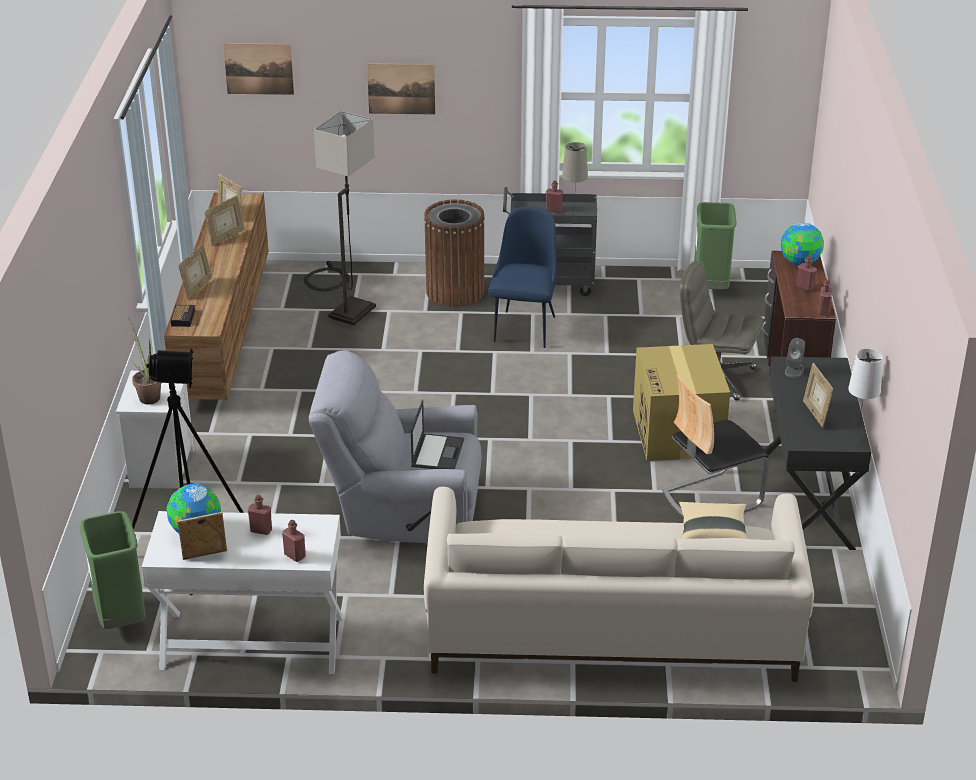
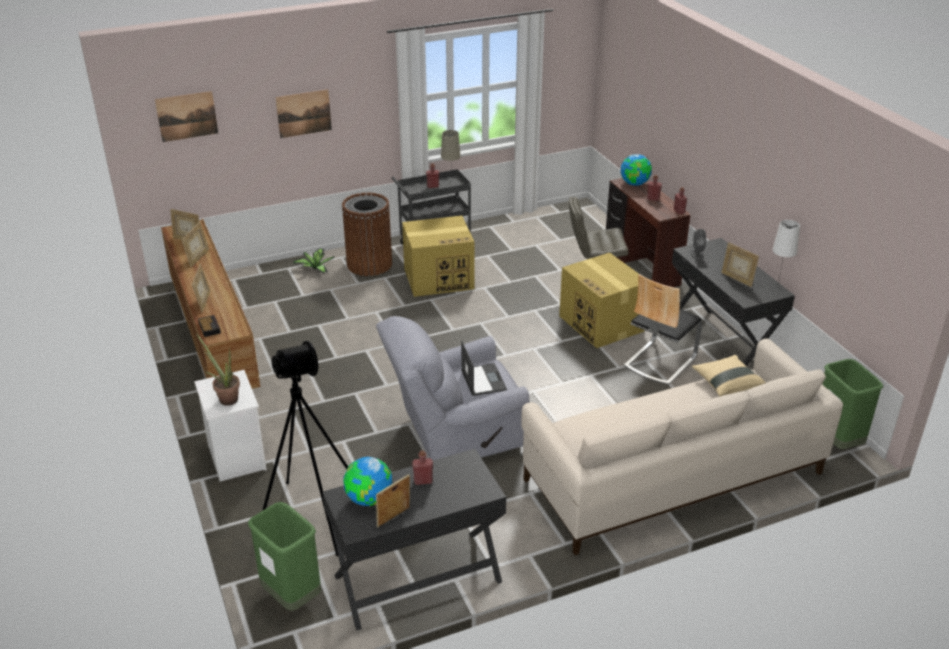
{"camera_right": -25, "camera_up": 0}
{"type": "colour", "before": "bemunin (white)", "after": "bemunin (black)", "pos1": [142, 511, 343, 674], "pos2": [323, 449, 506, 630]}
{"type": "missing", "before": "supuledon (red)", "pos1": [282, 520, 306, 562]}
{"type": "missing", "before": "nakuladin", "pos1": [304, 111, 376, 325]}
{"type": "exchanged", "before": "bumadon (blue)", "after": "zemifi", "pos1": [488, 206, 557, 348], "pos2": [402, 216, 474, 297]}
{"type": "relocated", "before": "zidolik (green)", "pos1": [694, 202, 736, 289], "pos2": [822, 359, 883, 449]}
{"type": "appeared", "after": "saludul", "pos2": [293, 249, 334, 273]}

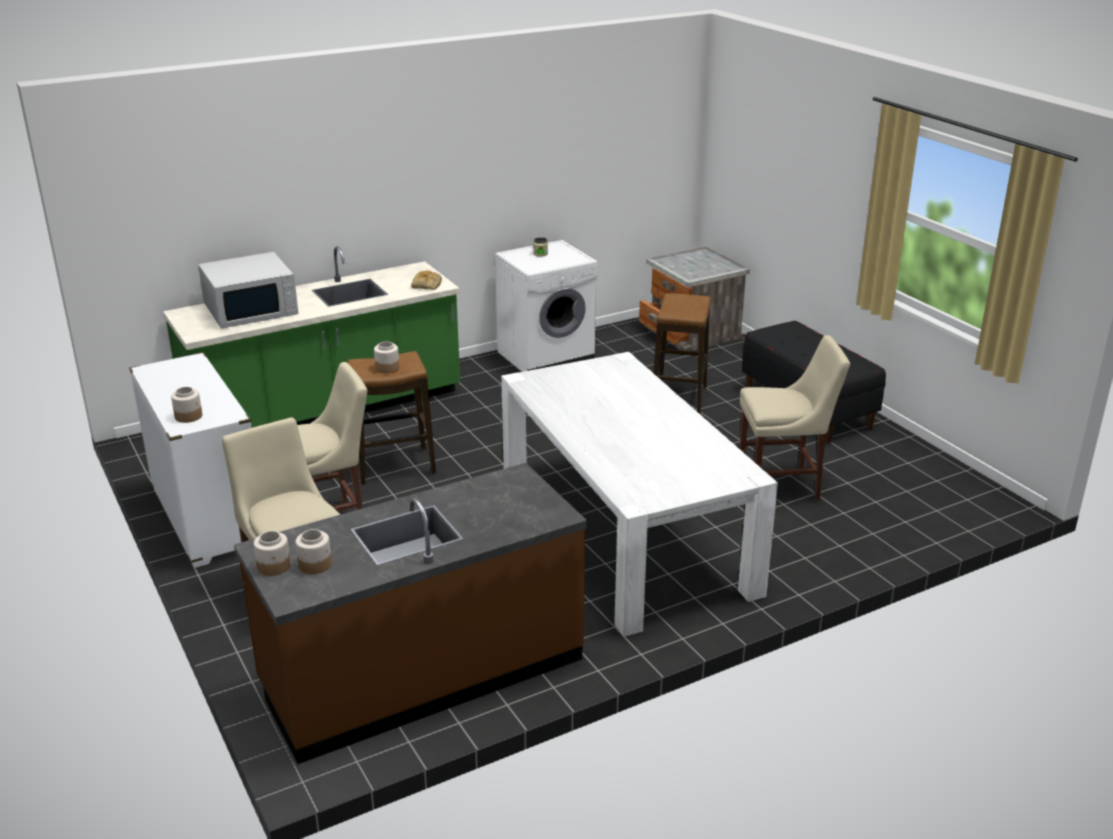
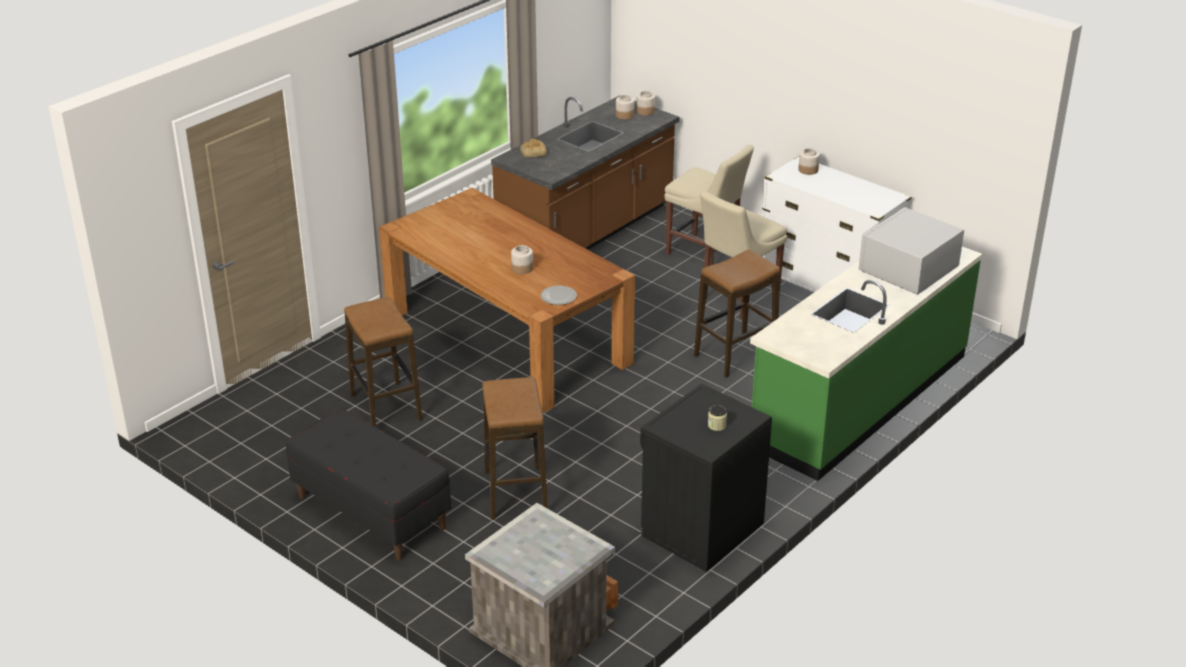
{"camera_right": 160, "camera_up": 5}
{"type": "relocated", "before": "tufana", "pos1": [374, 341, 399, 373], "pos2": [511, 245, 533, 274]}
{"type": "relocated", "before": "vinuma", "pos1": [411, 270, 442, 290], "pos2": [520, 139, 547, 158]}
{"type": "colour", "before": "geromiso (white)", "after": "geromiso (black)", "pos1": [495, 240, 598, 372], "pos2": [640, 384, 772, 572]}
{"type": "colour", "before": "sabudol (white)", "after": "sabudol (brown)", "pos1": [501, 352, 778, 637], "pos2": [379, 188, 635, 413]}
{"type": "exchanged", "before": "bumadon (beige)", "after": "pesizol", "pos1": [740, 335, 850, 501], "pos2": [344, 297, 422, 427]}
{"type": "appeared", "after": "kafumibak", "pos2": [541, 286, 577, 305]}

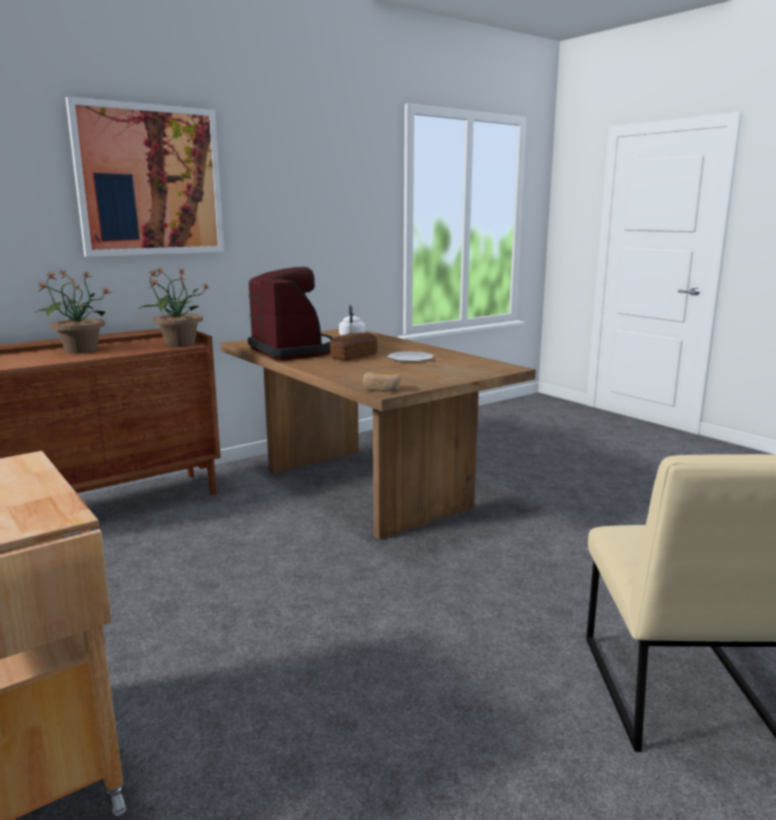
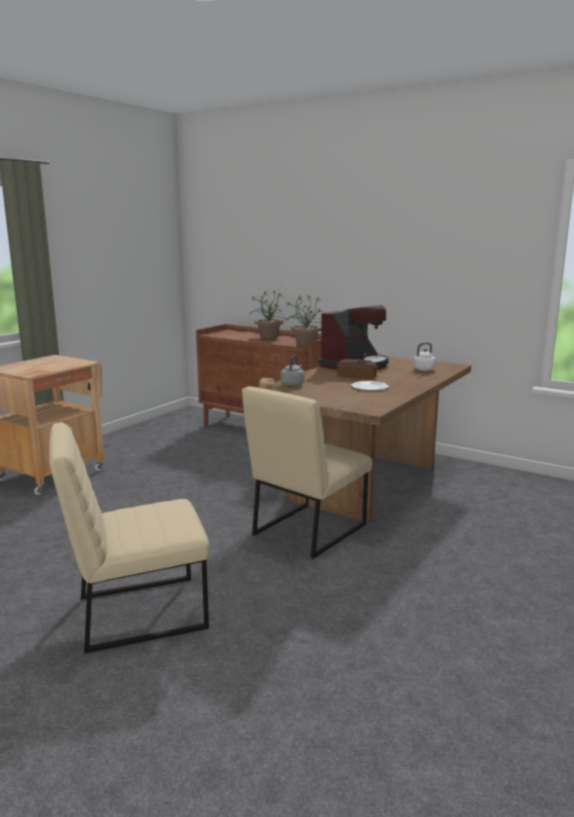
{"camera_right": 70, "camera_up": 0}
{"type": "missing", "before": "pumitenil", "pos1": [66, 97, 224, 257]}
{"type": "appeared", "after": "bumadon (beige)", "pos2": [242, 387, 372, 559]}
{"type": "appeared", "after": "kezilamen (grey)", "pos2": [280, 355, 305, 386]}

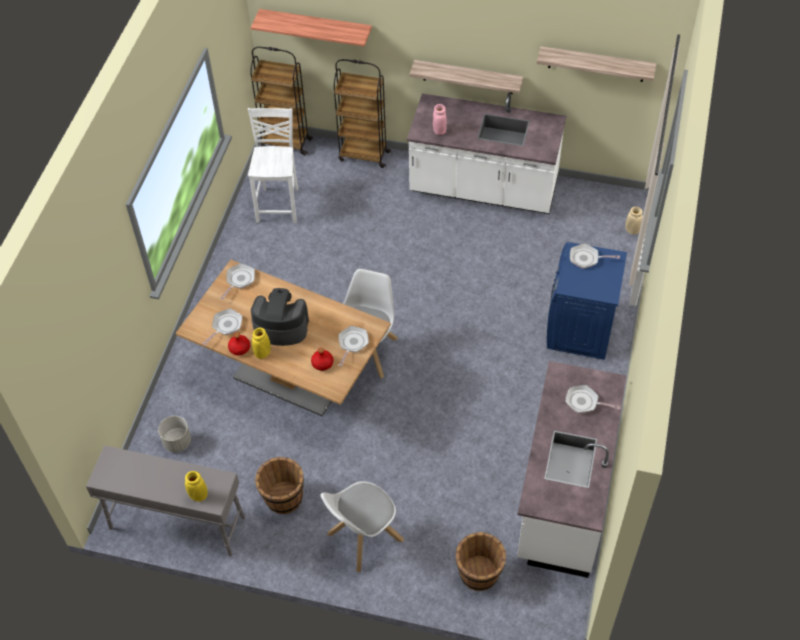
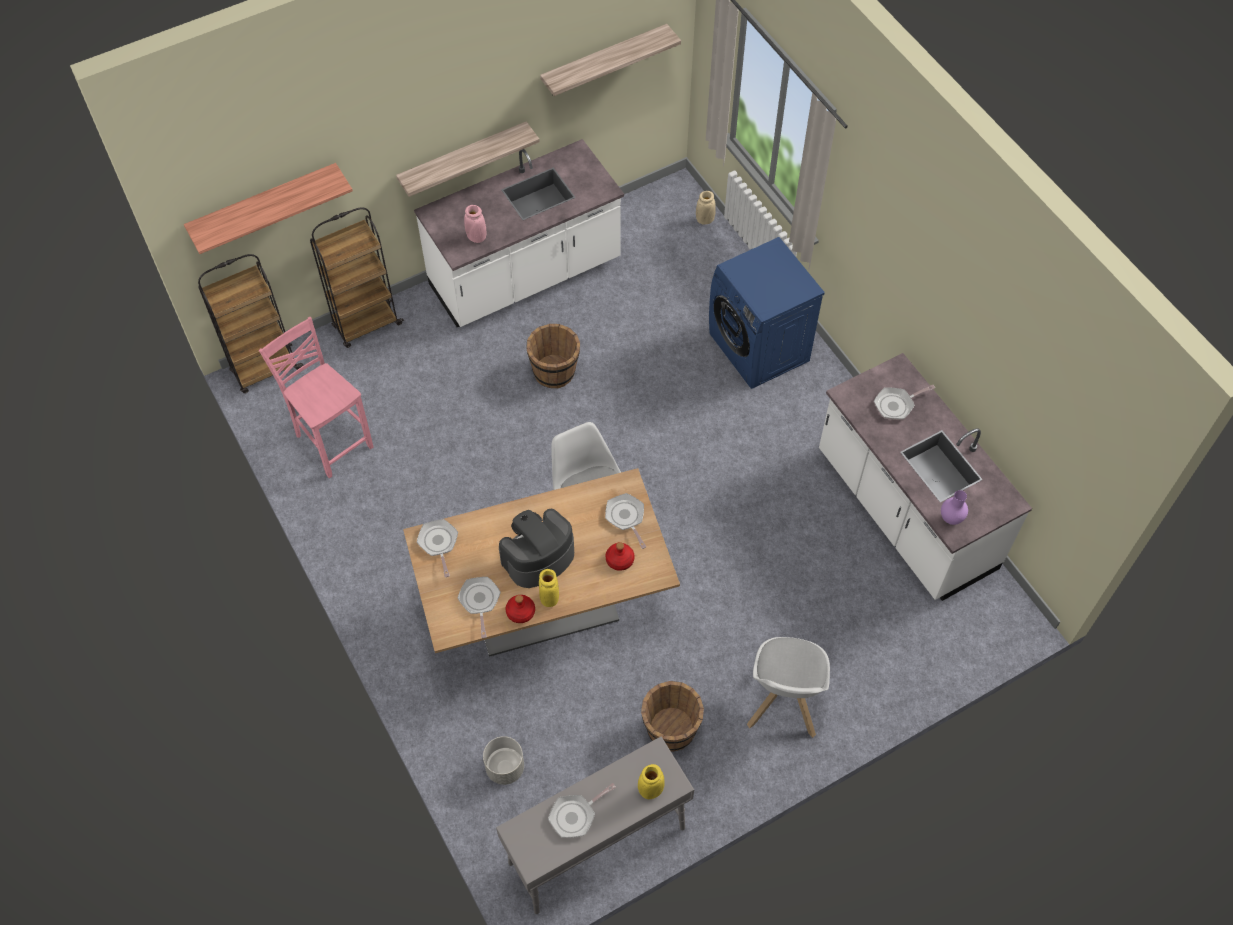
{"camera_right": -45, "camera_up": 5}
{"type": "colour", "before": "bumadon (white)", "after": "bumadon (pink)", "pos1": [248, 108, 298, 223], "pos2": [259, 317, 373, 478]}
{"type": "relocated", "before": "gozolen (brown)", "pos1": [456, 532, 506, 591], "pos2": [526, 324, 580, 389]}
{"type": "relocated", "before": "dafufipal", "pos1": [570, 243, 620, 269], "pos2": [548, 783, 616, 838]}
{"type": "appeared", "after": "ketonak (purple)", "pos2": [941, 490, 968, 525]}

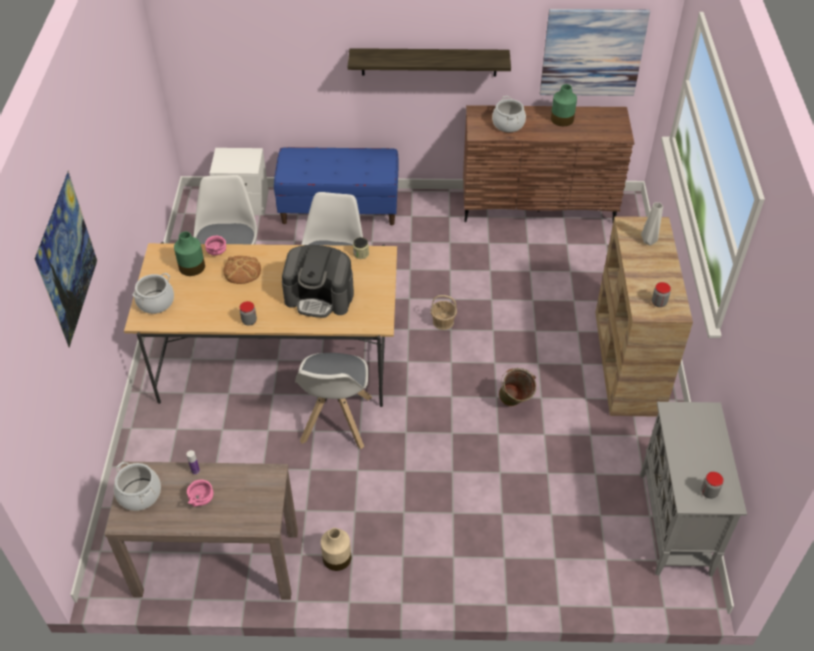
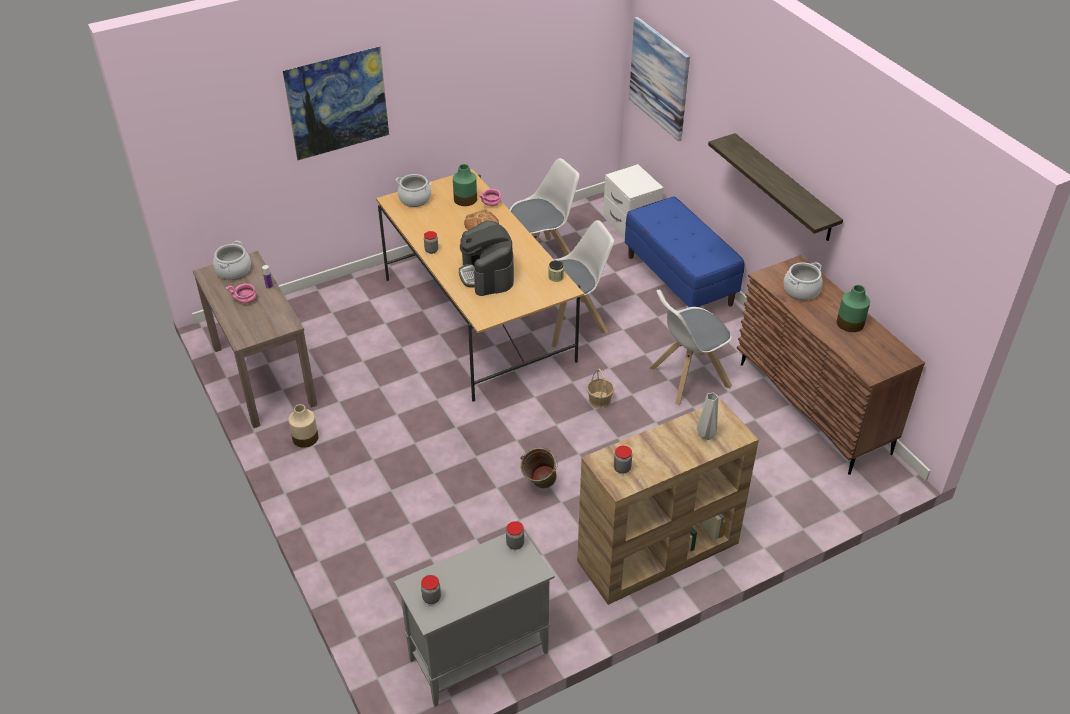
{"camera_right": 60, "camera_up": -5}
{"type": "relocated", "before": "bumadon", "pos1": [295, 353, 372, 449], "pos2": [649, 289, 732, 405]}
{"type": "relocated", "before": "pumitenil", "pos1": [540, 9, 650, 96], "pos2": [629, 17, 690, 141]}
{"type": "appeared", "after": "tufana", "pos2": [506, 521, 524, 550]}

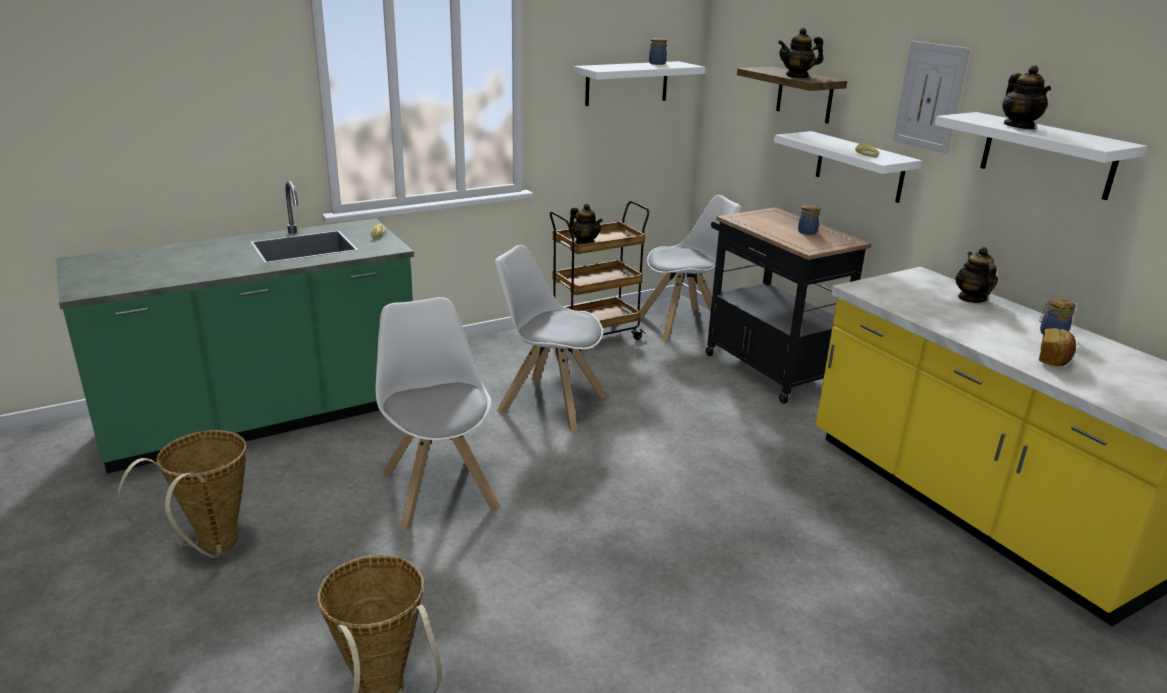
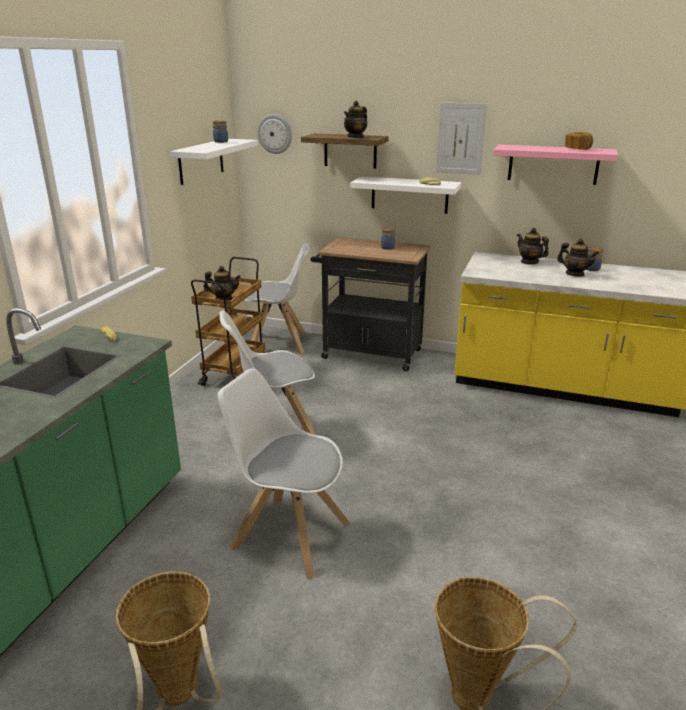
{"camera_right": -40, "camera_up": 0}
{"type": "spun", "before": "bumadon", "pos1": [640, 195, 741, 341], "pos2": [244, 243, 310, 354], "turn": 60}
{"type": "colour", "before": "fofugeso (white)", "after": "fofugeso (pink)", "pos1": [935, 112, 1147, 200], "pos2": [493, 144, 618, 185]}
{"type": "relocated", "before": "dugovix", "pos1": [1002, 65, 1051, 129], "pos2": [557, 239, 599, 276]}
{"type": "relocated", "before": "vinuma", "pos1": [1039, 328, 1076, 366], "pos2": [565, 132, 593, 150]}
{"type": "appeared", "after": "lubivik", "pos2": [257, 114, 292, 154]}

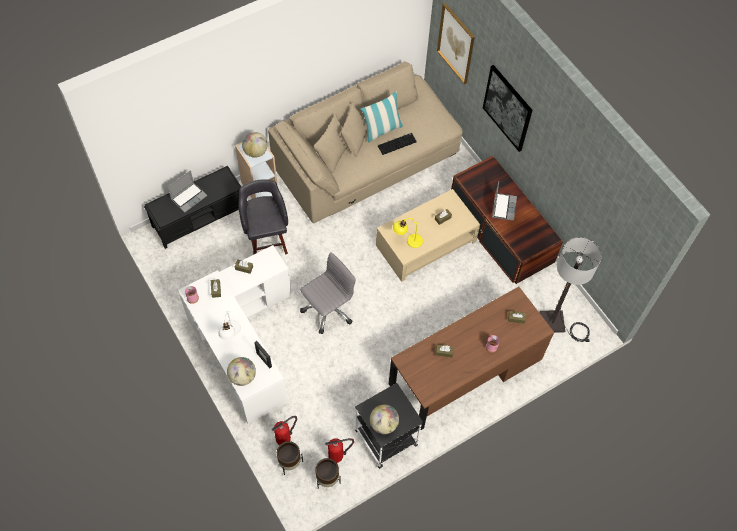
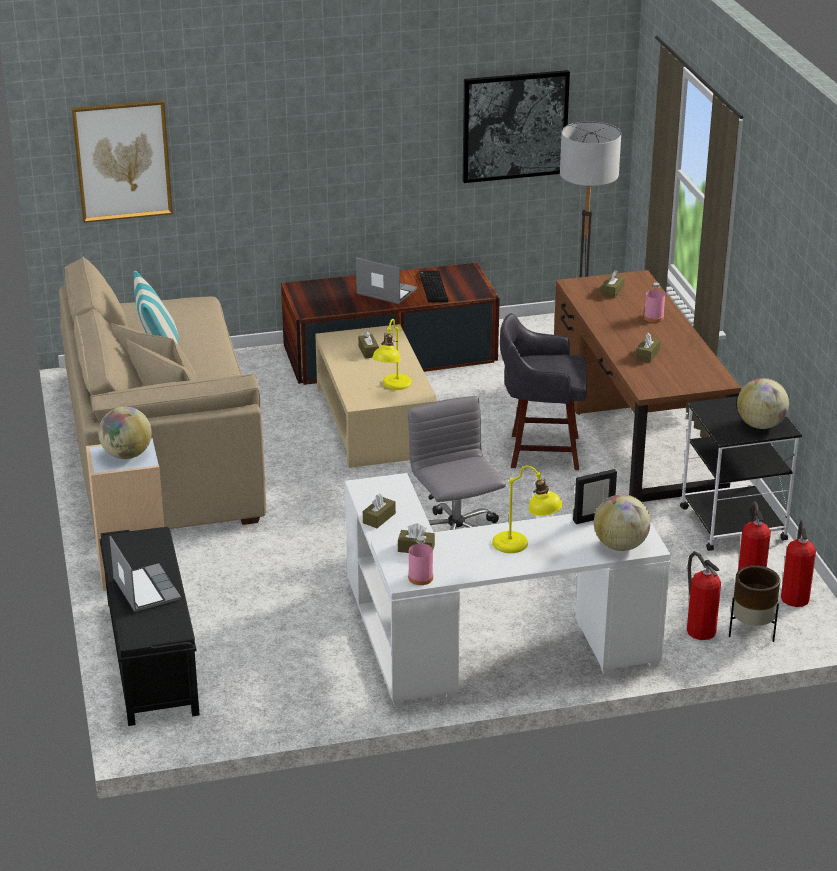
{"camera_right": -70, "camera_up": -30}
{"type": "colour", "before": "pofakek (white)", "after": "pofakek (yellow)", "pos1": [218, 311, 241, 340], "pos2": [492, 466, 563, 553]}
{"type": "relocated", "before": "pesizol (grey)", "pos1": [239, 179, 288, 255], "pos2": [500, 313, 587, 470]}
{"type": "exchanged", "before": "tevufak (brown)", "after": "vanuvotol", "pos1": [315, 458, 341, 489], "pos2": [781, 519, 816, 607]}
{"type": "relocated", "before": "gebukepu", "pos1": [378, 133, 417, 155], "pos2": [419, 270, 448, 303]}
{"type": "relocated", "before": "pumitenil", "pos1": [483, 65, 533, 152], "pos2": [463, 70, 570, 183]}

